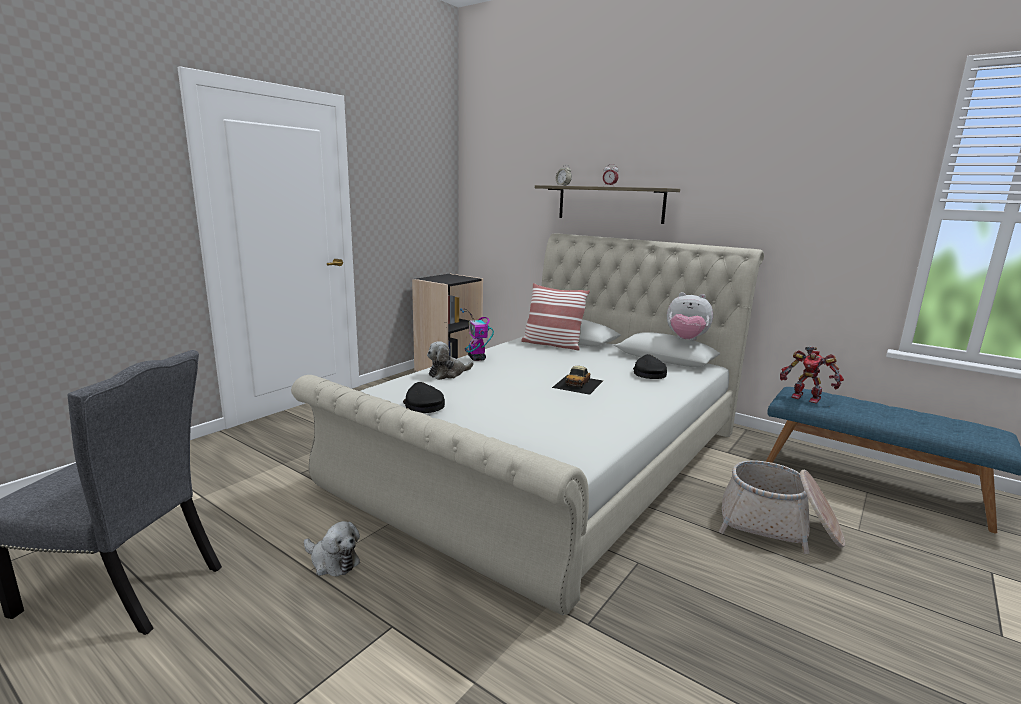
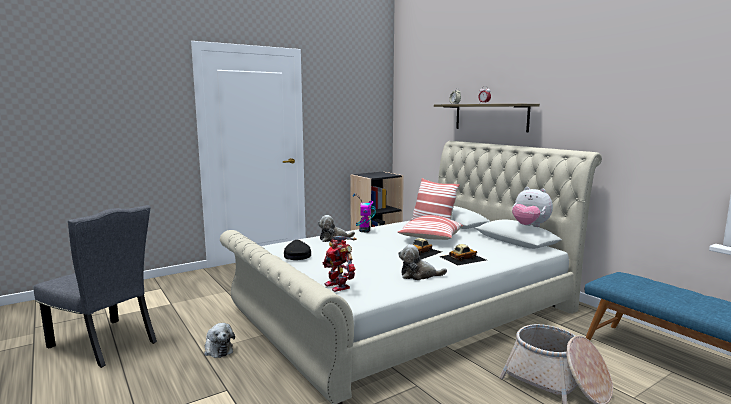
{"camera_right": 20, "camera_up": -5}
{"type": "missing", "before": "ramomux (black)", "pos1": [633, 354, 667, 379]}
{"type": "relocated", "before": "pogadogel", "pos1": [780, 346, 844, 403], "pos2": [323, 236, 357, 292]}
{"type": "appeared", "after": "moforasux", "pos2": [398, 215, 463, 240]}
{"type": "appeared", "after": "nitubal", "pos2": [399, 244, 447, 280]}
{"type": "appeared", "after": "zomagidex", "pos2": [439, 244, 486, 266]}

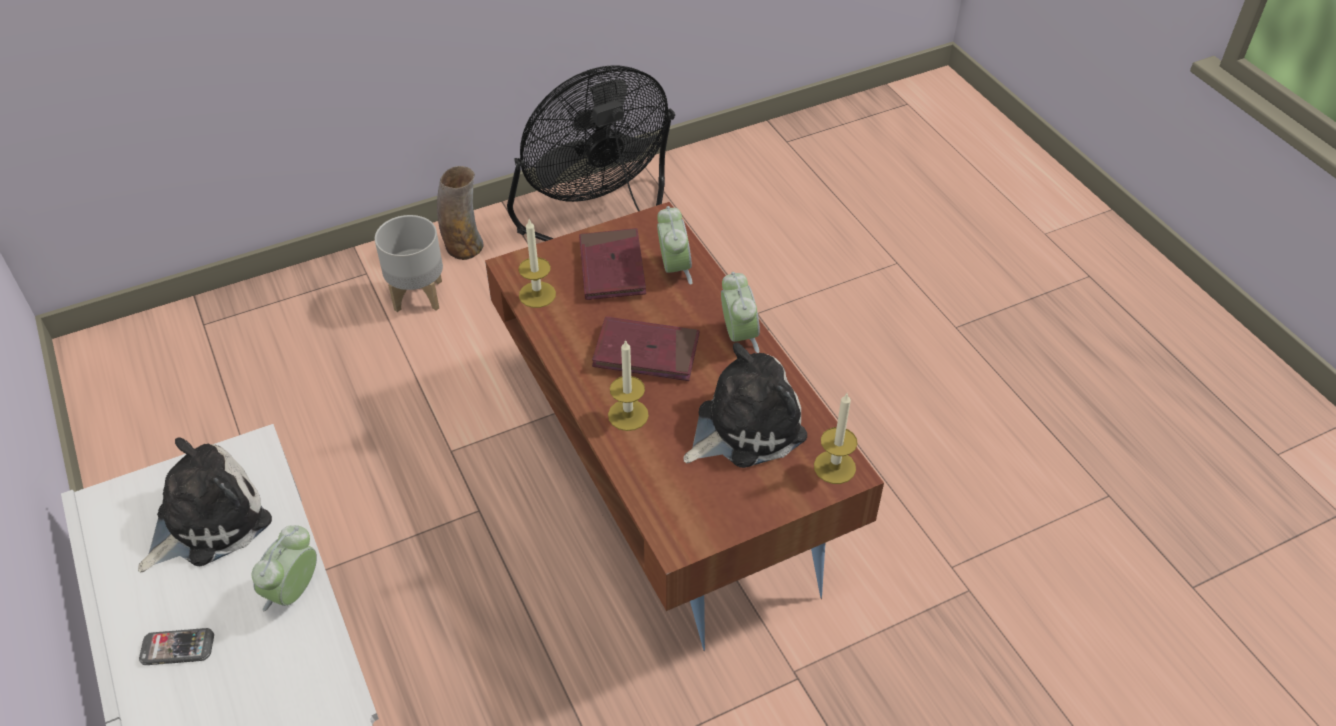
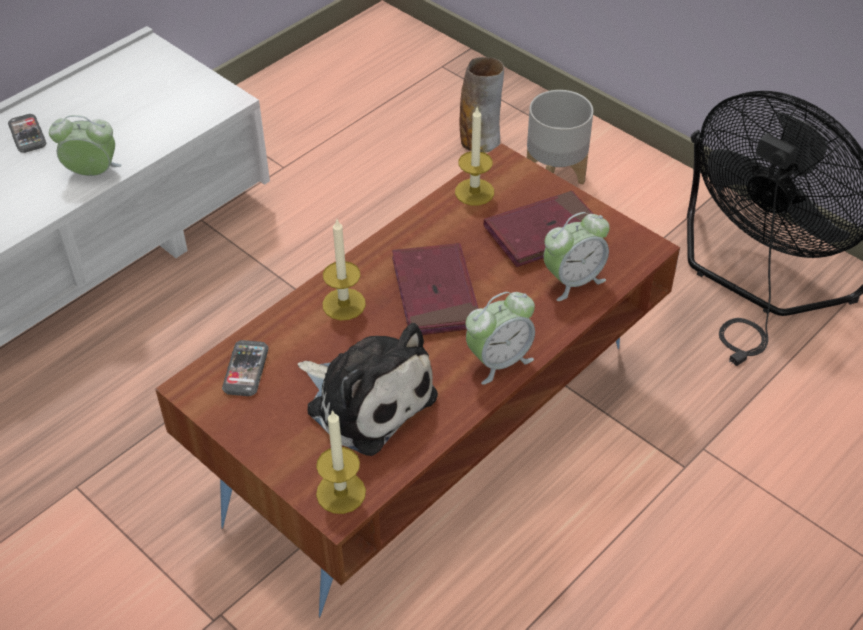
{"camera_right": 70, "camera_up": 0}
{"type": "missing", "before": "nitubal", "pos1": [138, 437, 272, 572]}
{"type": "relocated", "before": "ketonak", "pos1": [437, 166, 484, 260], "pos2": [460, 57, 504, 152]}
{"type": "appeared", "after": "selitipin", "pos2": [222, 340, 269, 396]}

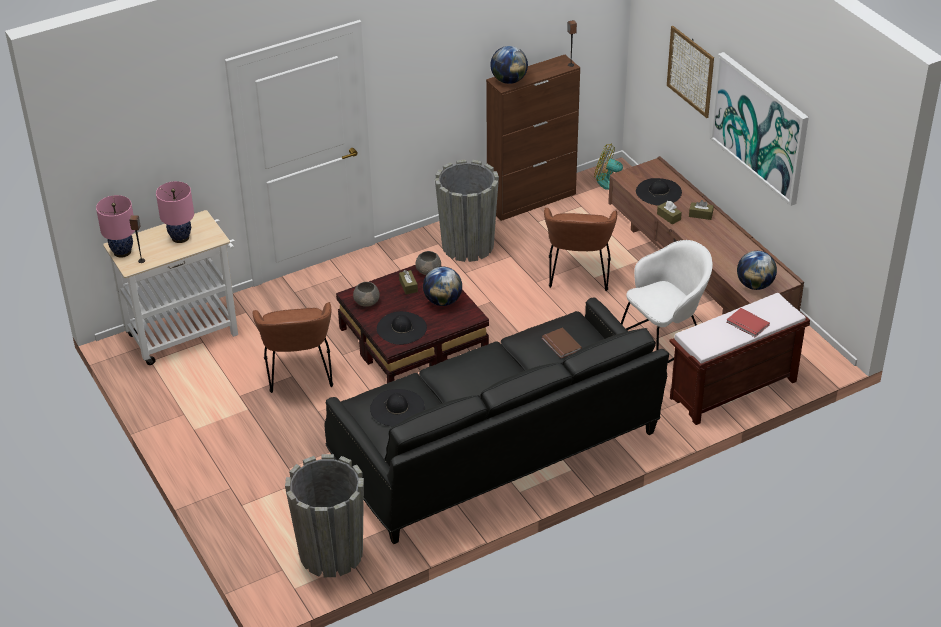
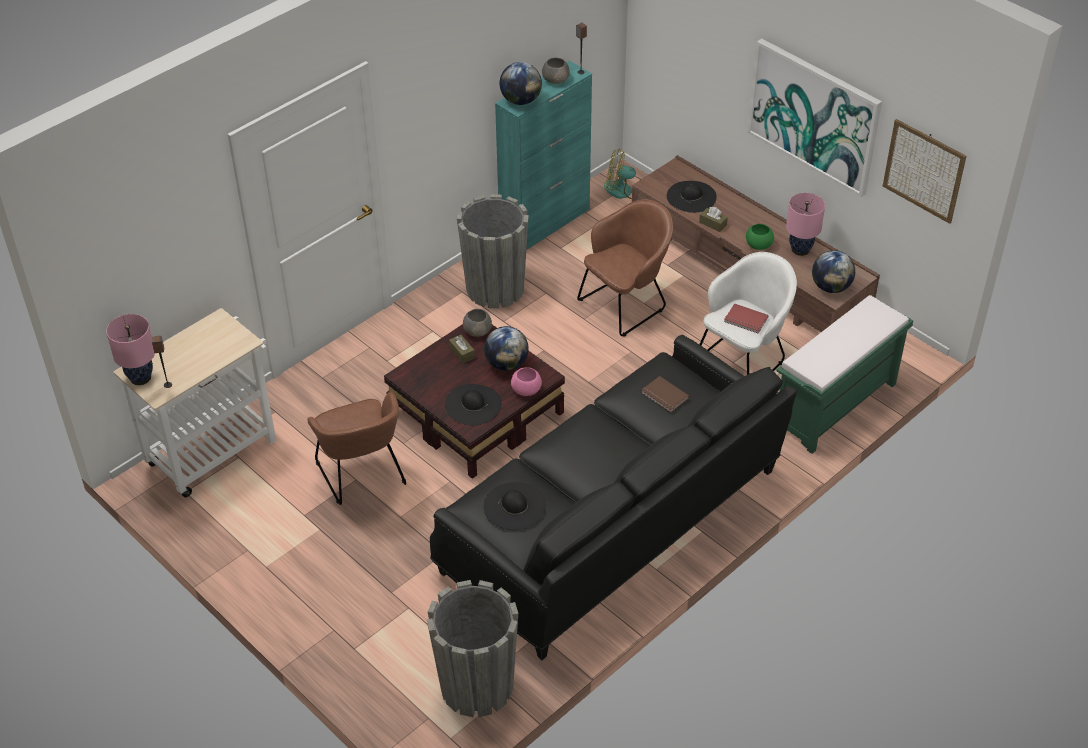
{"camera_right": -15, "camera_up": 5}
{"type": "relocated", "before": "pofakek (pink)", "pos1": [156, 181, 194, 243], "pos2": [786, 193, 825, 256]}
{"type": "relocated", "before": "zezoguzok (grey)", "pos1": [353, 282, 379, 307], "pos2": [542, 58, 570, 84]}
{"type": "colour", "before": "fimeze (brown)", "after": "fimeze (turquoise)", "pos1": [486, 55, 580, 221], "pos2": [495, 61, 592, 250]}
{"type": "spun", "before": "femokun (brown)", "pos1": [544, 208, 617, 291], "pos2": [577, 199, 673, 337], "turn": -120}
{"type": "relocated", "before": "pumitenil", "pos1": [667, 26, 714, 118], "pos2": [883, 119, 966, 224]}
{"type": "colour", "before": "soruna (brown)", "after": "soruna (green)", "pos1": [669, 293, 810, 425], "pos2": [776, 295, 913, 454]}
{"type": "missing", "before": "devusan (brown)", "pos1": [689, 200, 714, 220]}
{"type": "relocated", "before": "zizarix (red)", "pos1": [727, 308, 770, 337], "pos2": [724, 303, 769, 333]}
{"type": "appeared", "after": "zezoguzok (pink)", "pos2": [511, 367, 542, 396]}
{"type": "appeared", "after": "zezoguzok (green)", "pos2": [746, 224, 774, 250]}

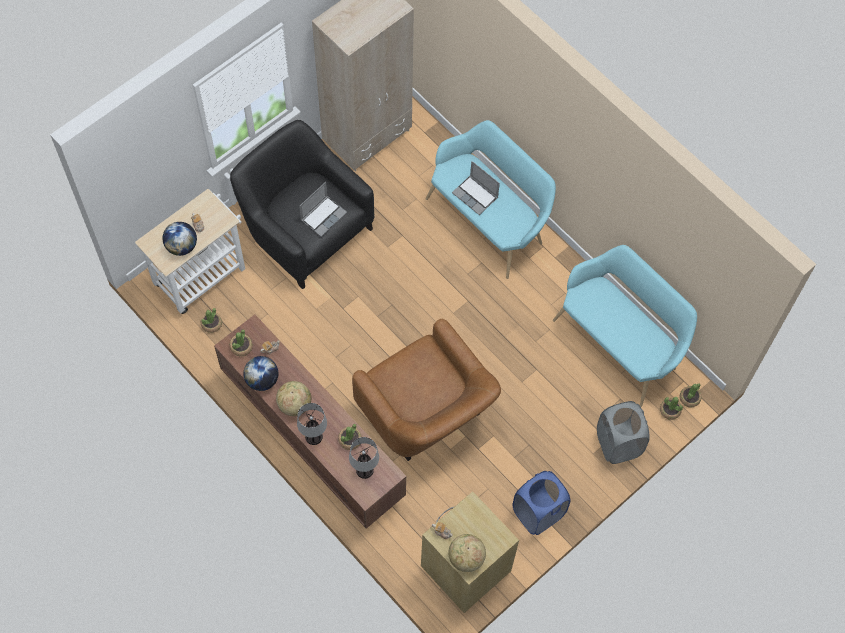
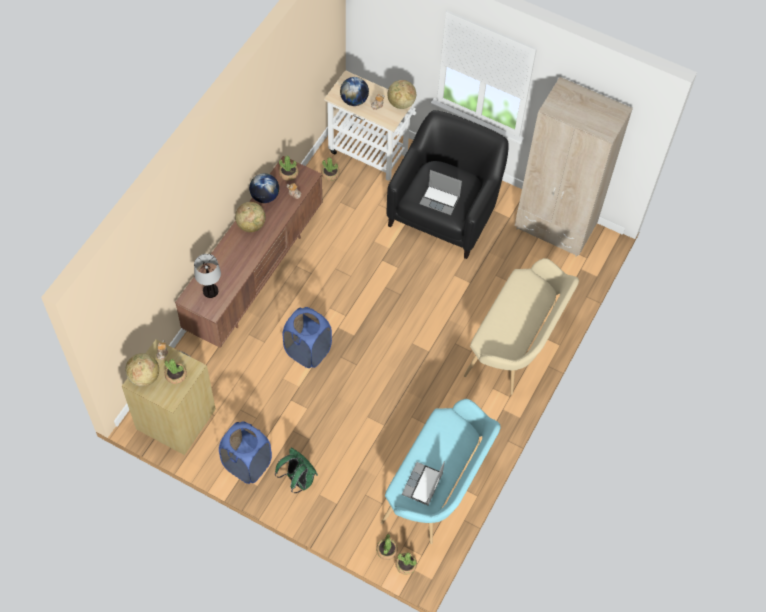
{"camera_right": 70, "camera_up": -5}
{"type": "missing", "before": "pofakek", "pos1": [297, 403, 327, 445]}
{"type": "relocated", "before": "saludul", "pos1": [338, 424, 362, 450], "pos2": [165, 359, 187, 384]}
{"type": "exchanged", "before": "femokun (brown)", "after": "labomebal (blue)", "pos1": [352, 319, 501, 461], "pos2": [283, 307, 332, 368]}
{"type": "colour", "before": "soruna (turquoise)", "after": "soruna (beige)", "pos1": [426, 120, 556, 279], "pos2": [464, 258, 579, 395]}
{"type": "relocated", "before": "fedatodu", "pos1": [452, 161, 500, 215], "pos2": [402, 461, 445, 506]}
{"type": "missing", "before": "labomebal (grey)", "pos1": [597, 401, 649, 464]}
{"type": "appeared", "after": "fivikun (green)", "pos2": [275, 448, 318, 493]}
{"type": "appeared", "after": "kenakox", "pos2": [387, 80, 416, 109]}

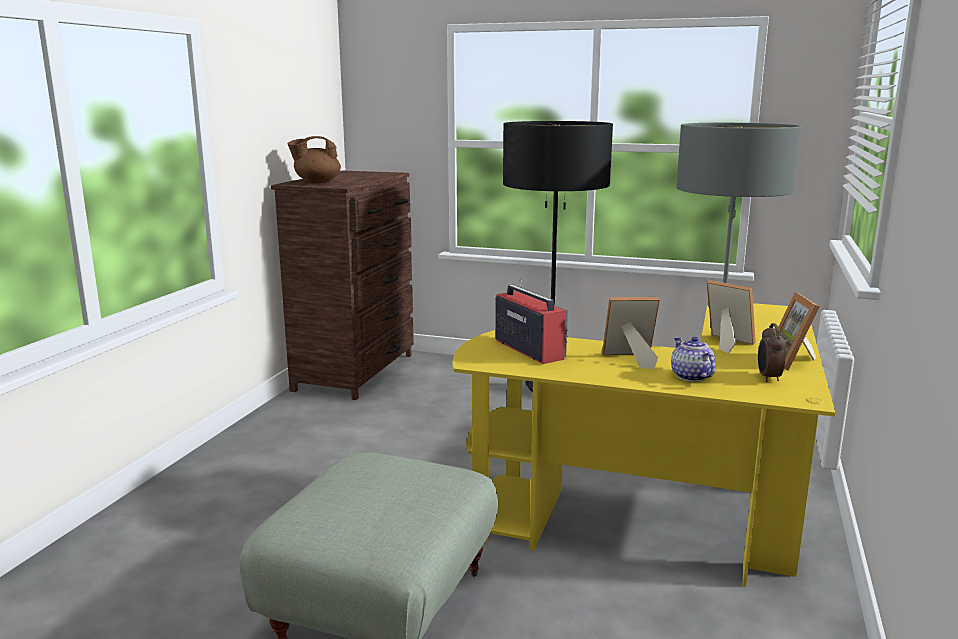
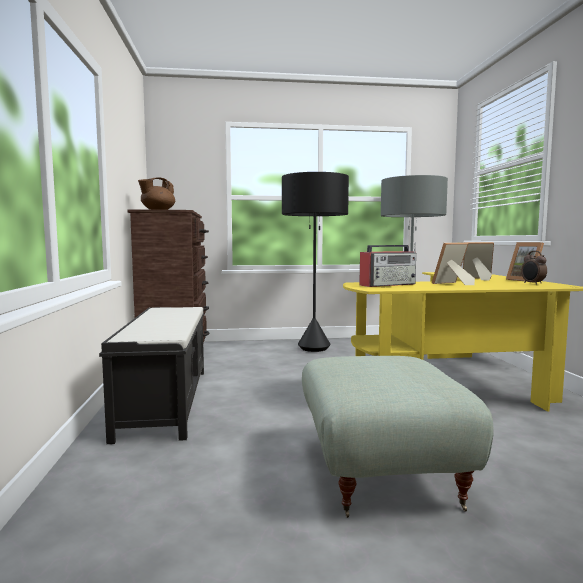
{"camera_right": -25, "camera_up": -10}
{"type": "spun", "before": "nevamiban", "pos1": [495, 279, 568, 364], "pos2": [359, 243, 416, 287], "turn": 120}
{"type": "missing", "before": "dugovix", "pos1": [671, 337, 715, 382]}
{"type": "appeared", "after": "soruna (black)", "pos2": [99, 307, 204, 444]}

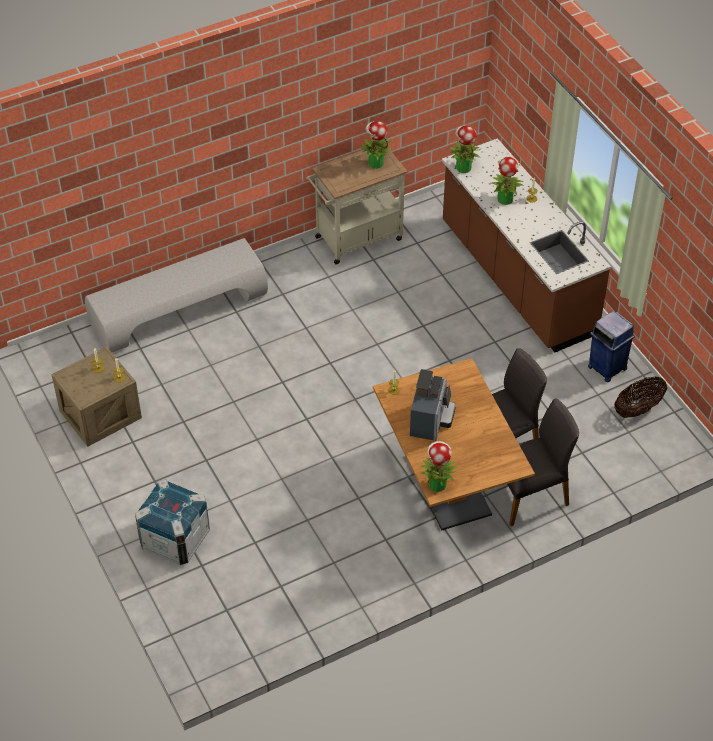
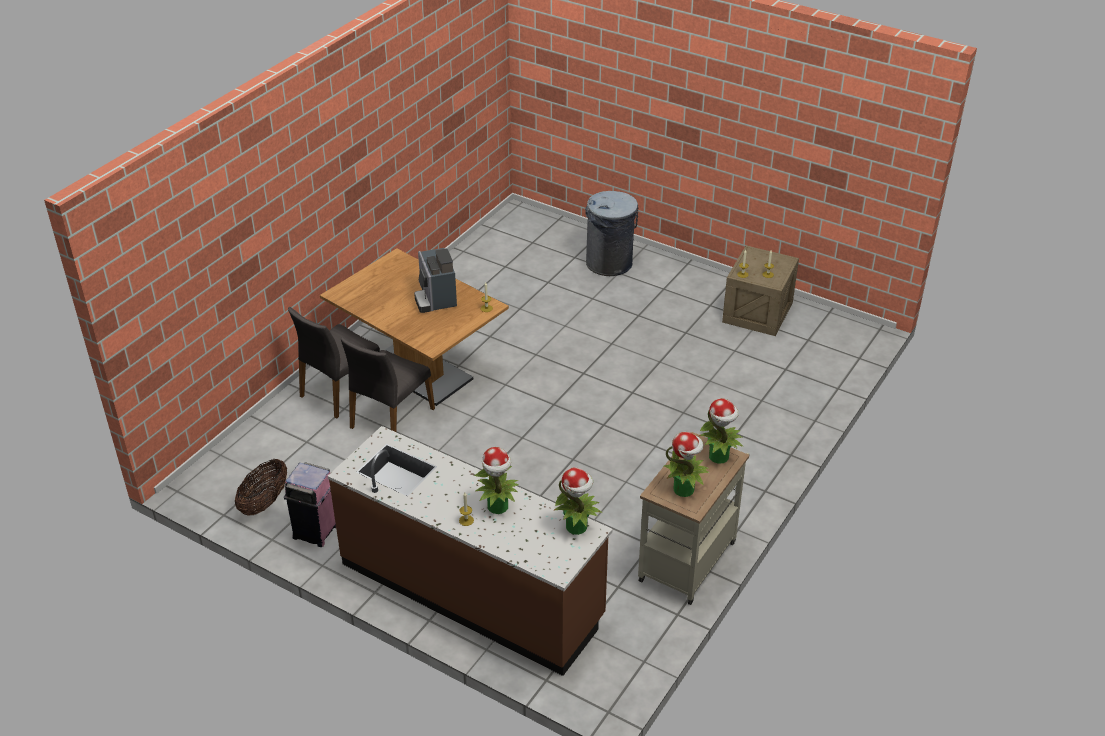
{"camera_right": 150, "camera_up": -10}
{"type": "missing", "before": "soruna (grey)", "pos1": [85, 238, 268, 352]}
{"type": "exchanged", "before": "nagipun", "after": "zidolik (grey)", "pos1": [135, 479, 210, 565], "pos2": [585, 191, 638, 276]}
{"type": "relocated", "before": "saludul", "pos1": [420, 441, 458, 492], "pos2": [699, 398, 743, 464]}
{"type": "colour", "before": "zidolik (blue)", "after": "zidolik (pink)", "pos1": [588, 311, 635, 383], "pos2": [284, 462, 336, 547]}

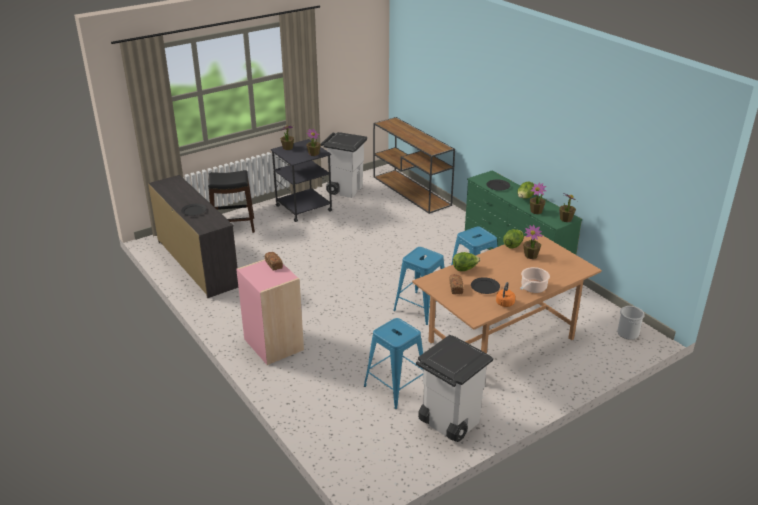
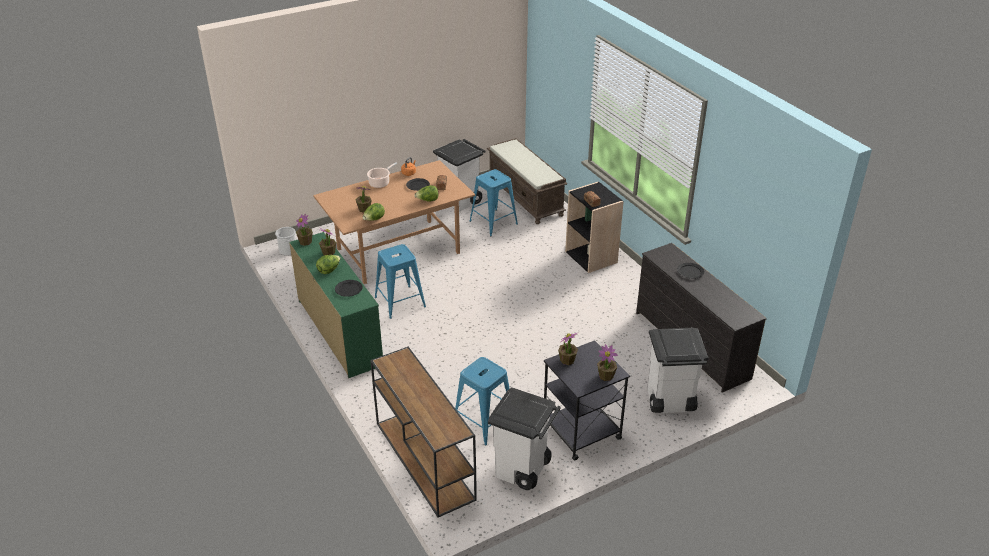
{"camera_right": -175, "camera_up": 5}
{"type": "exchanged", "before": "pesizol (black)", "after": "zidolik (white)", "pos1": [208, 170, 255, 233], "pos2": [647, 328, 709, 413]}
{"type": "colour", "before": "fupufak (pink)", "after": "fupufak (black)", "pos1": [236, 259, 304, 365], "pos2": [565, 181, 624, 273]}
{"type": "relocated", "before": "pesizol (blue)", "pos1": [393, 247, 445, 325], "pos2": [455, 357, 510, 446]}
{"type": "appeared", "after": "soruna (brown)", "pos2": [487, 138, 567, 224]}

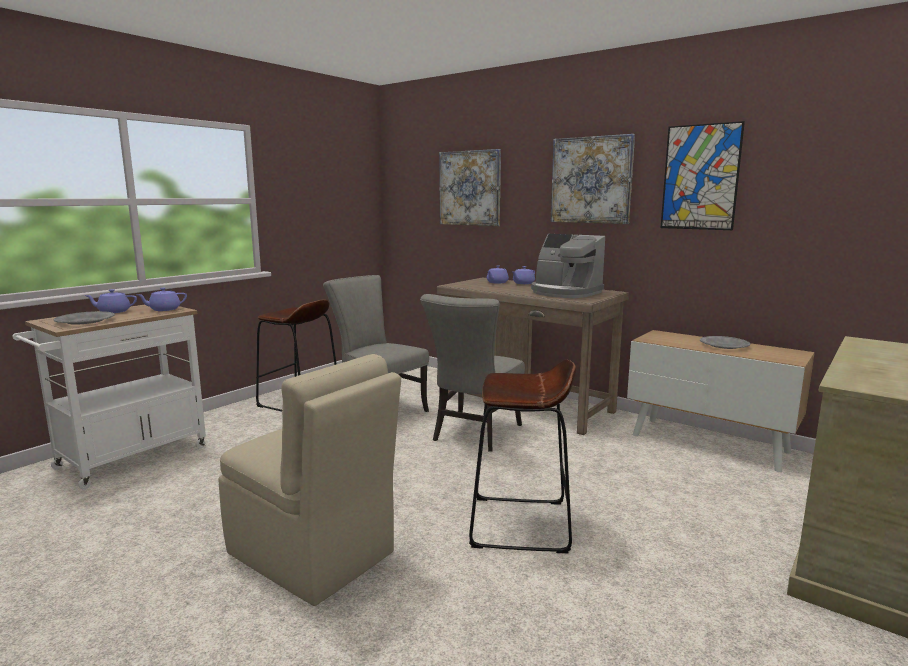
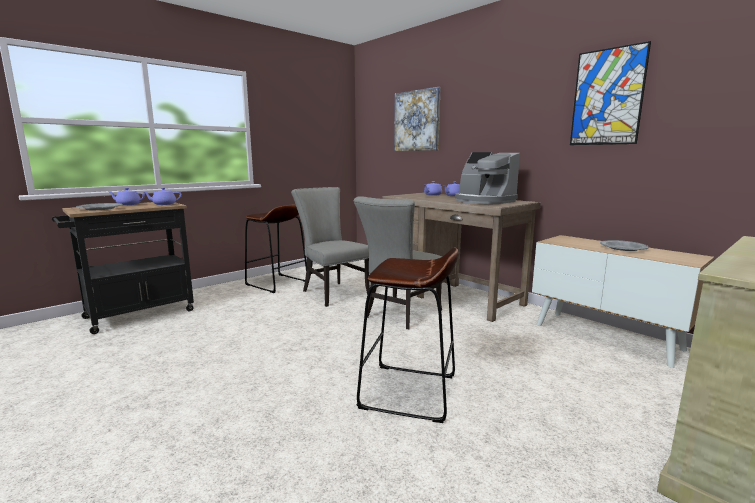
{"camera_right": 10, "camera_up": 0}
{"type": "colour", "before": "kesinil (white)", "after": "kesinil (black)", "pos1": [12, 304, 206, 489], "pos2": [52, 202, 194, 334]}
{"type": "missing", "before": "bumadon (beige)", "pos1": [218, 354, 401, 606]}
{"type": "missing", "before": "pumitenil", "pos1": [551, 134, 635, 224]}

